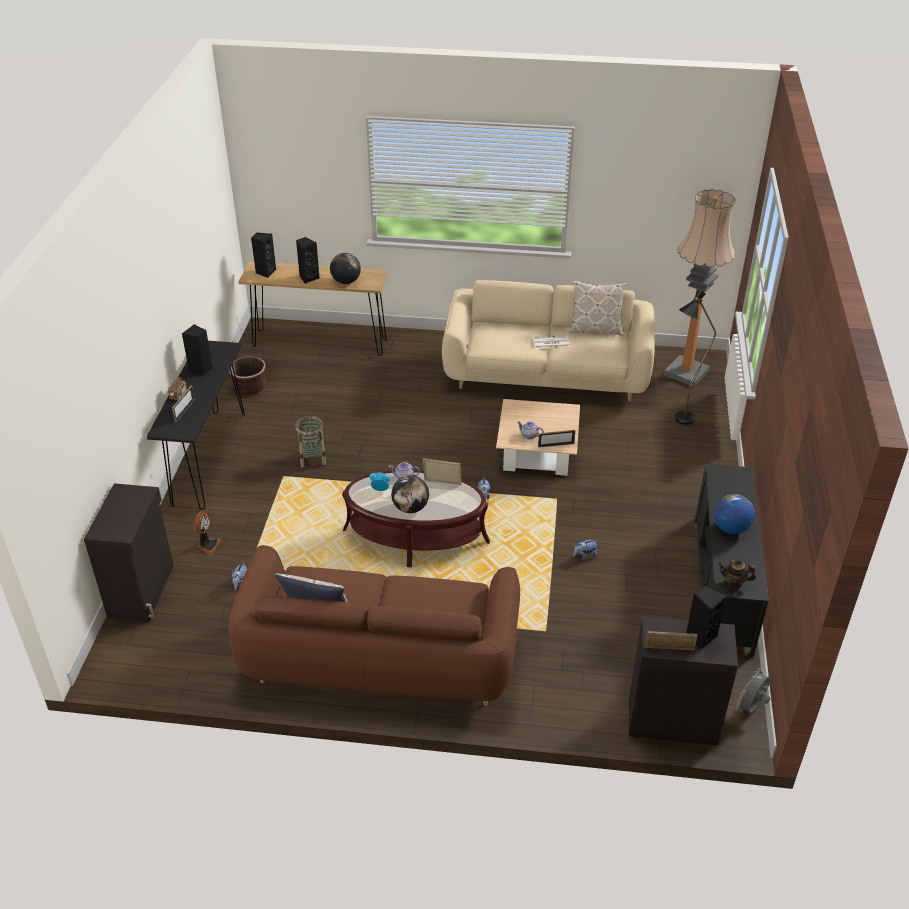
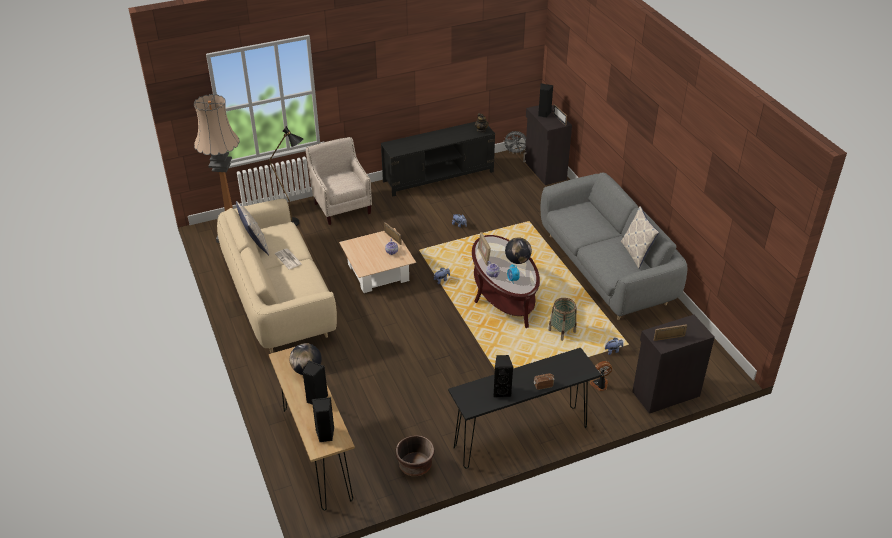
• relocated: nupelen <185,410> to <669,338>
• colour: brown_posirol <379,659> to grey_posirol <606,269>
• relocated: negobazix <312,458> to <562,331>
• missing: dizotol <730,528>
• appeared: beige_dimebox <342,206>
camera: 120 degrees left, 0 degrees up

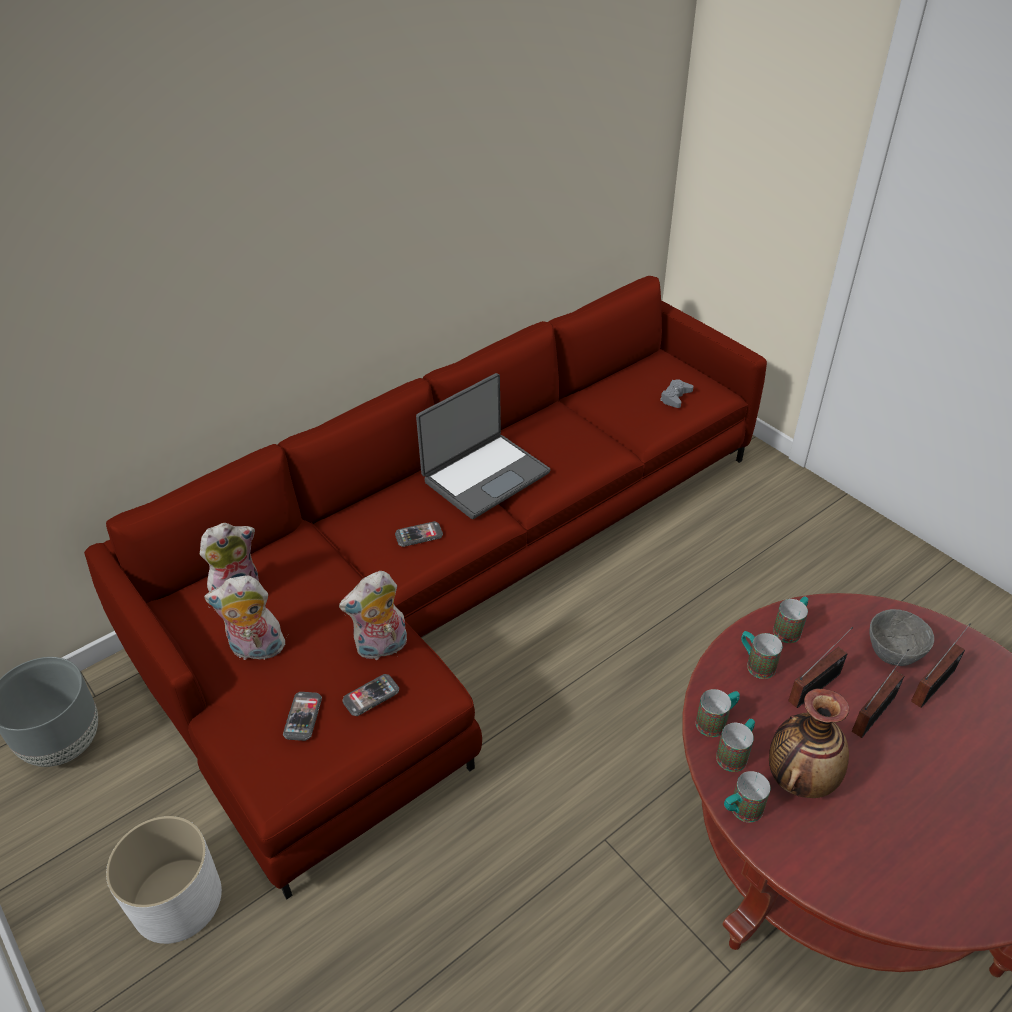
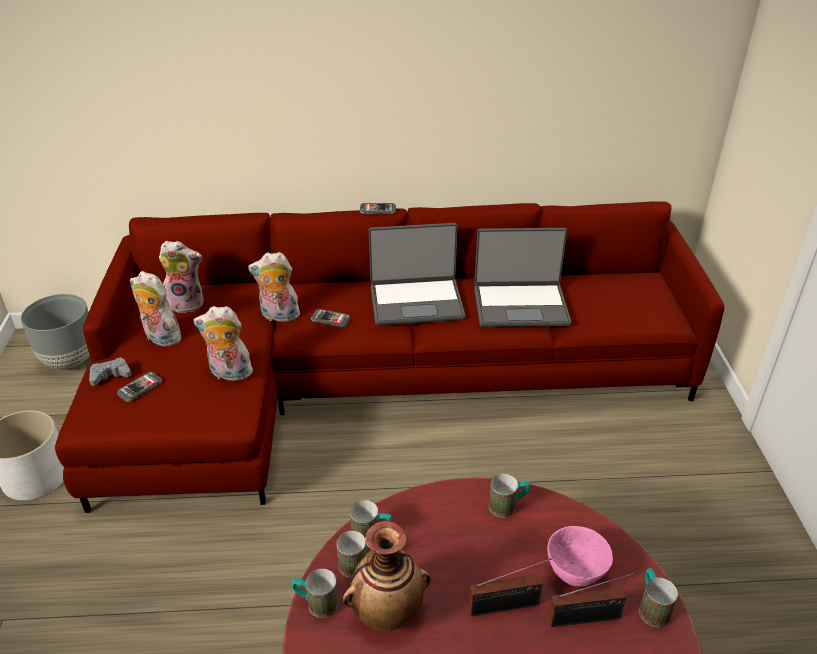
• relocated: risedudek <371,696> to <377,210>
• relocated: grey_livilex <675,397> to <110,375>
• relocated: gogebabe <755,663> to <651,607>
• missing: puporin <817,686>
• colour: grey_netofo <891,654> to pink_netofo <574,572>
• appeared: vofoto <278,316>
• appeared: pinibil <520,305>
camera: 35 degrees right, 5 degrees down

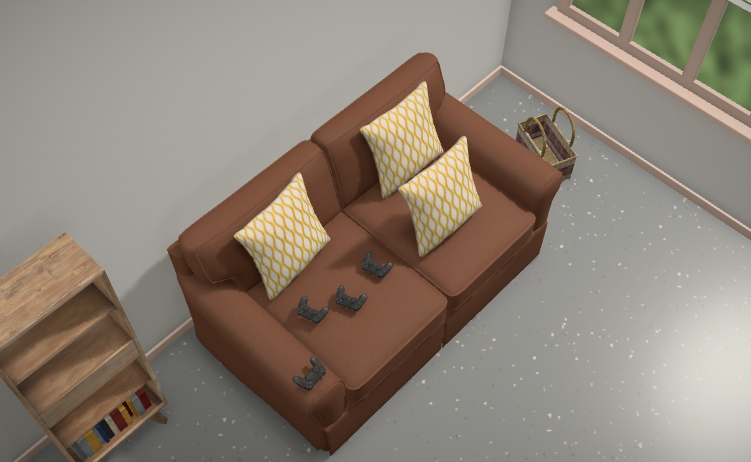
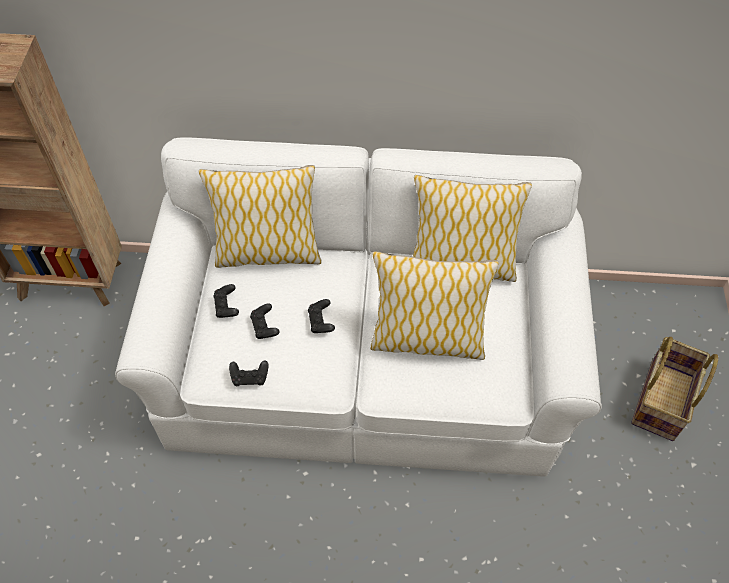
• colour: brown_posirol <375,290> to white_posirol <365,362>
• relocated: black_livilex <310,377> to <250,377>
camera: 50 degrees right, 0 degrees up

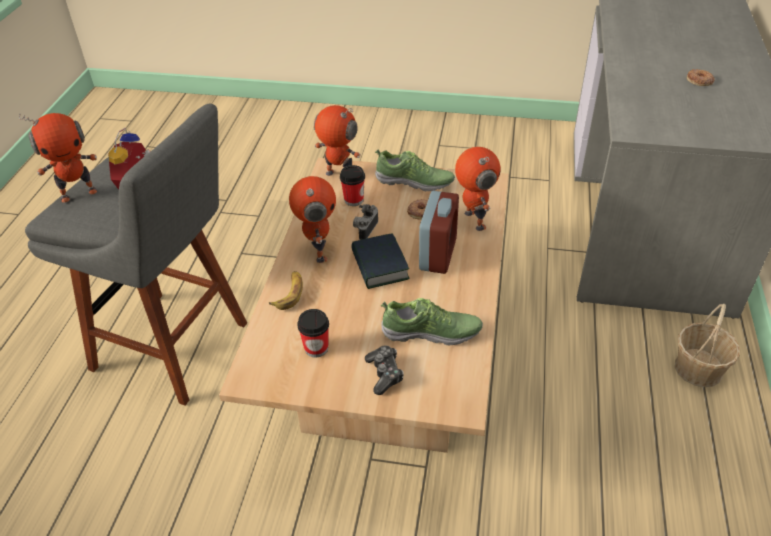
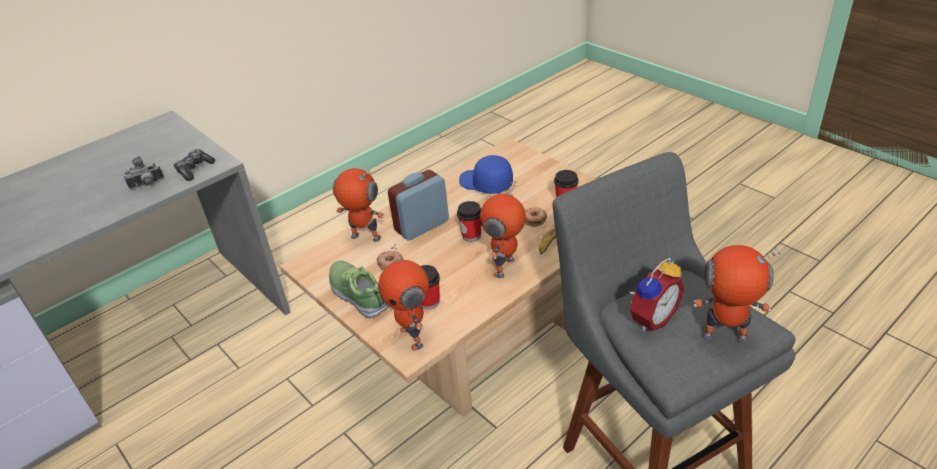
• exchanged: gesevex <379,266> to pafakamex <471,235>
• relocated: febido <365,229> to <147,185>
• relocated: livilex <384,374> to <195,169>
• exchanged: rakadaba <431,332> to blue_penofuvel <485,184>
• spun: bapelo <473,220> = <365,238> 90 degrees clockwise
• missing: negobazix <699,368>
• relocated: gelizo <699,81> to <534,219>
camera: 140 degrees left, 5 degrees down

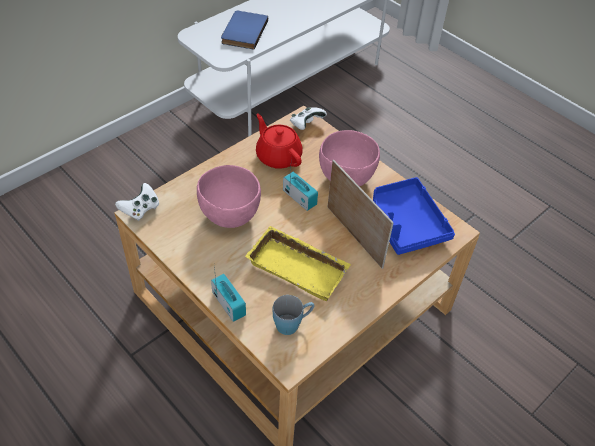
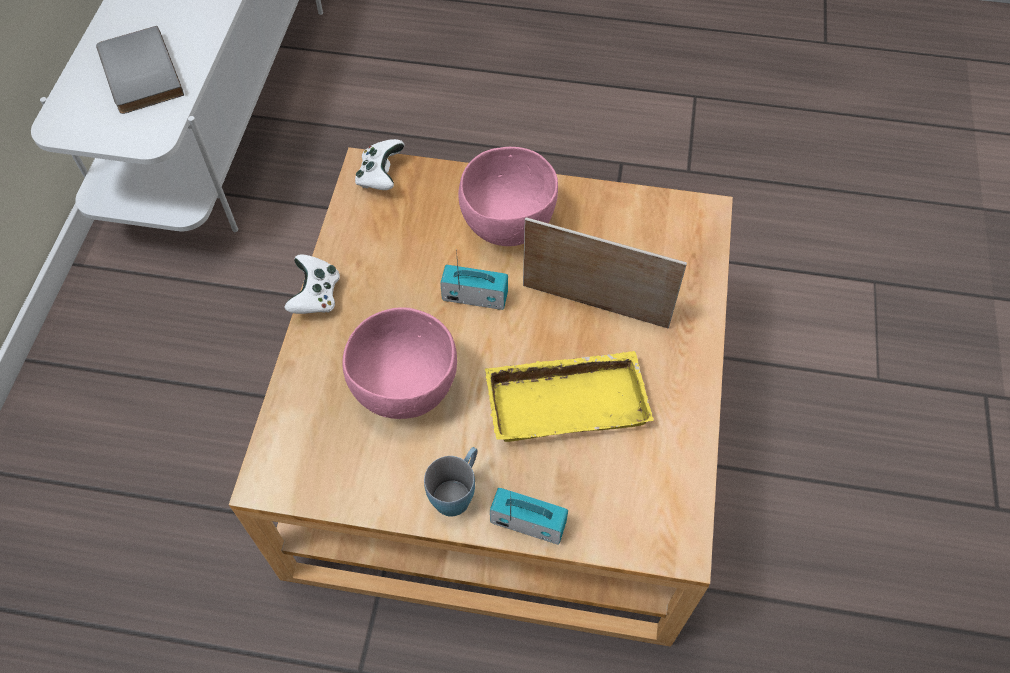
• relocated: white_livilex <140,209> to <316,296>
• colour: blue_gesevex <243,31> to grey_gesevex <137,74>
• missing: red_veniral <278,156>
• relocated: blue_gogebabe <292,323> to <457,491>
• missing: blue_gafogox <405,224>
camera: 35 degrees left, 10 degrees up

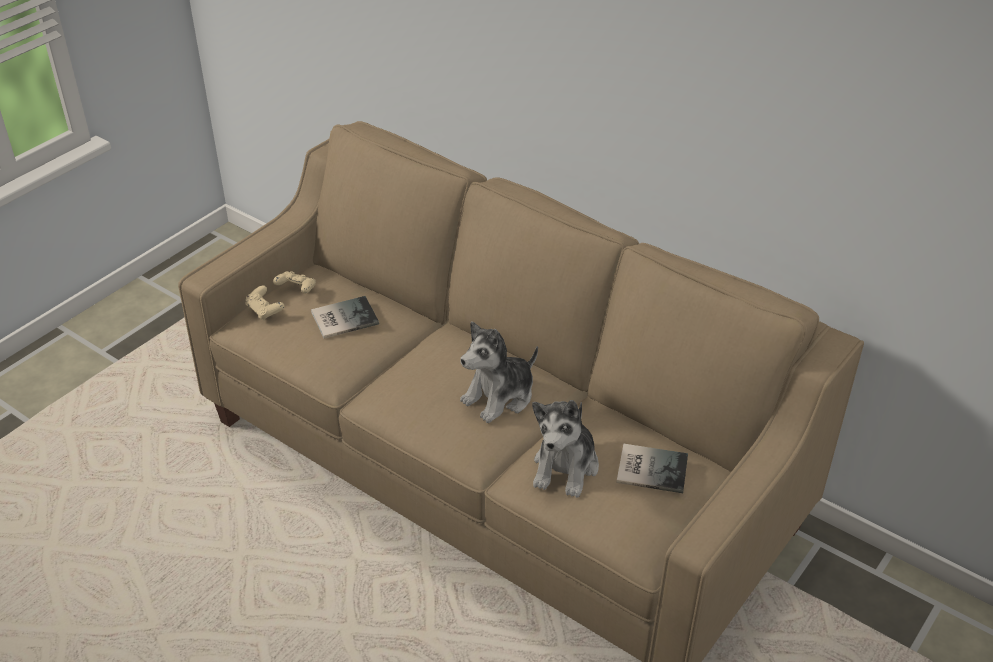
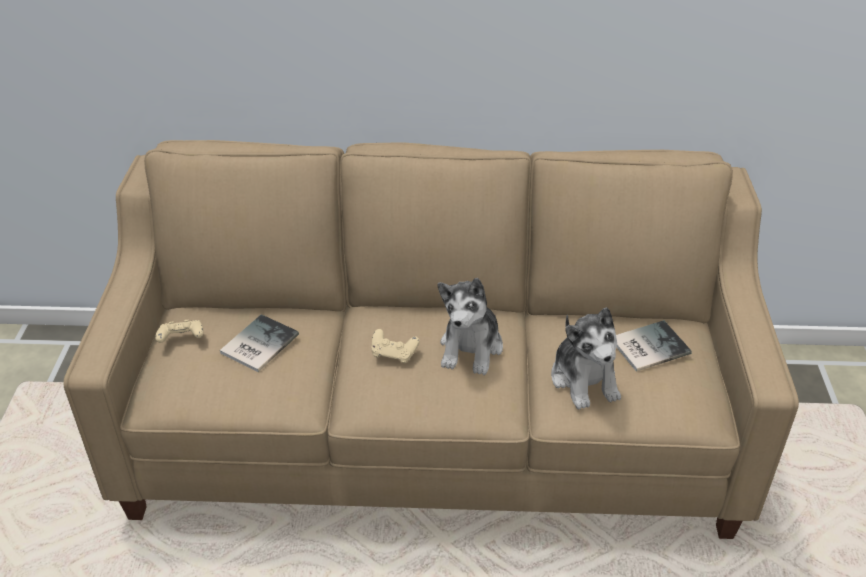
• relocated: beige_livilex <265,311> to <394,354>
camera: 35 degrees left, 0 degrees up

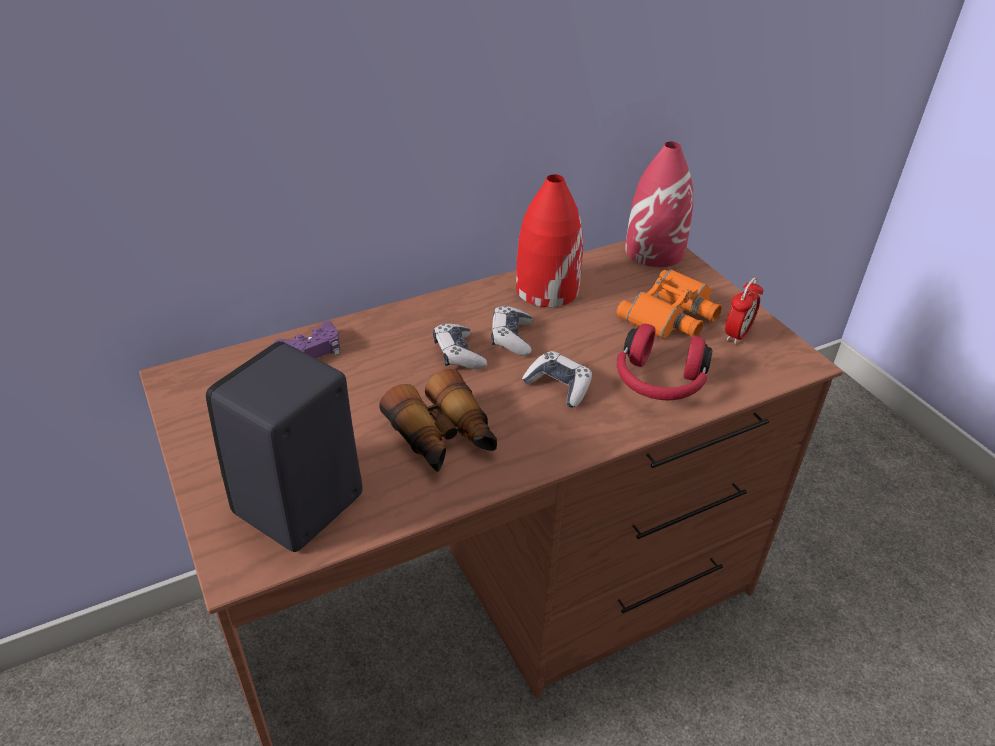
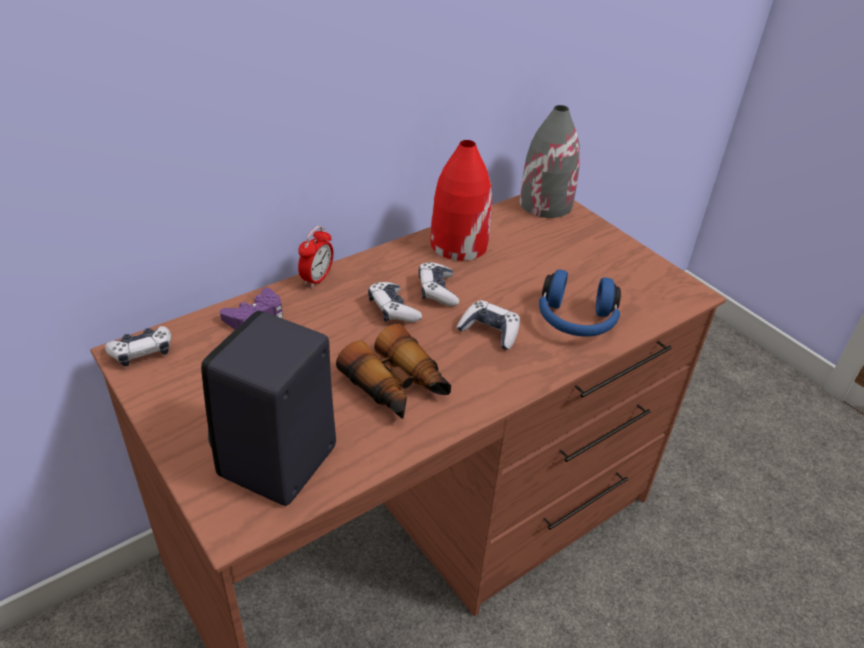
• missing: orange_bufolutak <672,315>
• colour: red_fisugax <659,382> to blue_fisugax <576,321>
• colour: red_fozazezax <654,251> to grey_fozazezax <545,204>
• relocated: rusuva <737,334> to <317,279>
• appeared: livilex <142,352>
camera: 10 degrees left, 0 degrees up

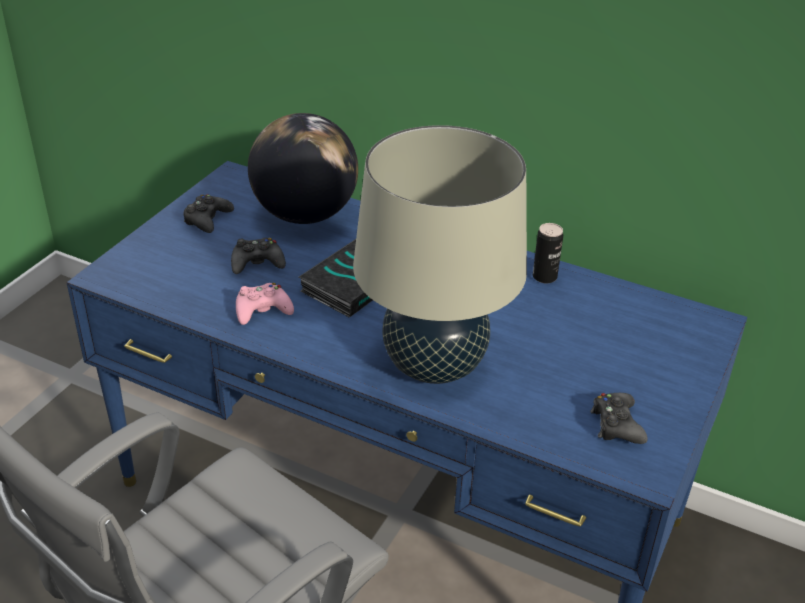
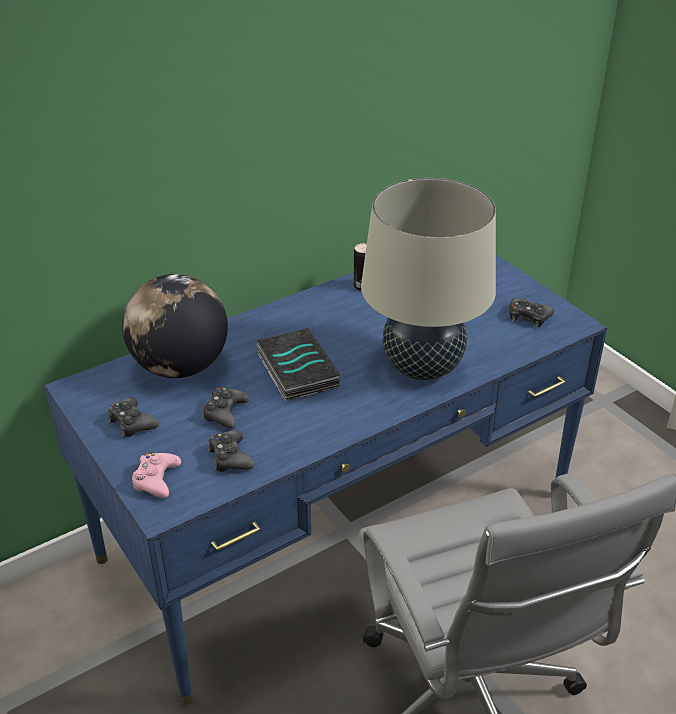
• relocated: pink_livilex <262,310> to <156,480>
• appeared: black_livilex <230,457>
camera: 60 degrees left, 0 degrees up

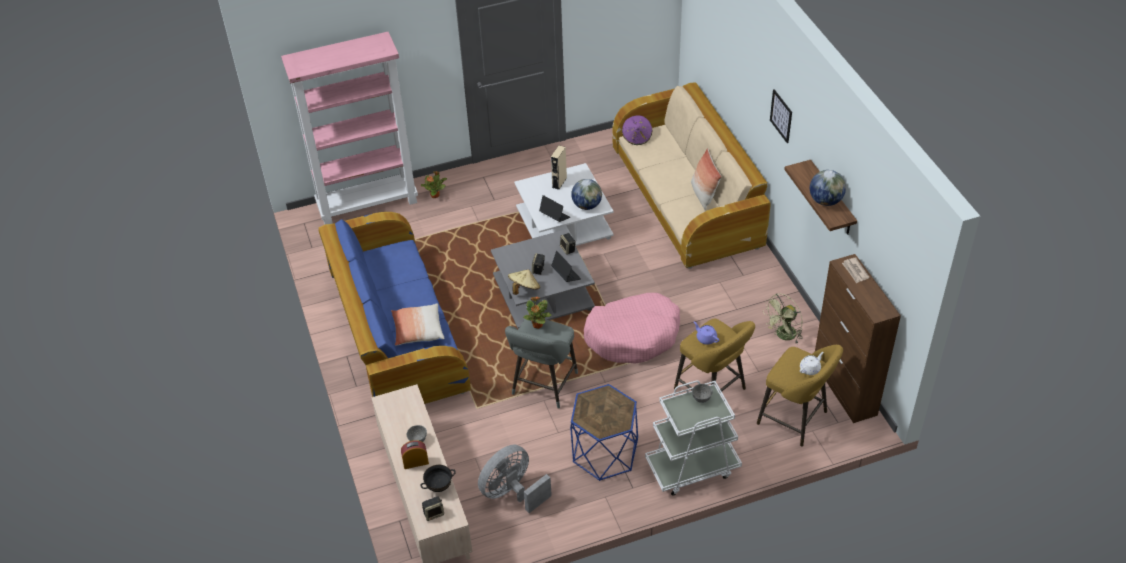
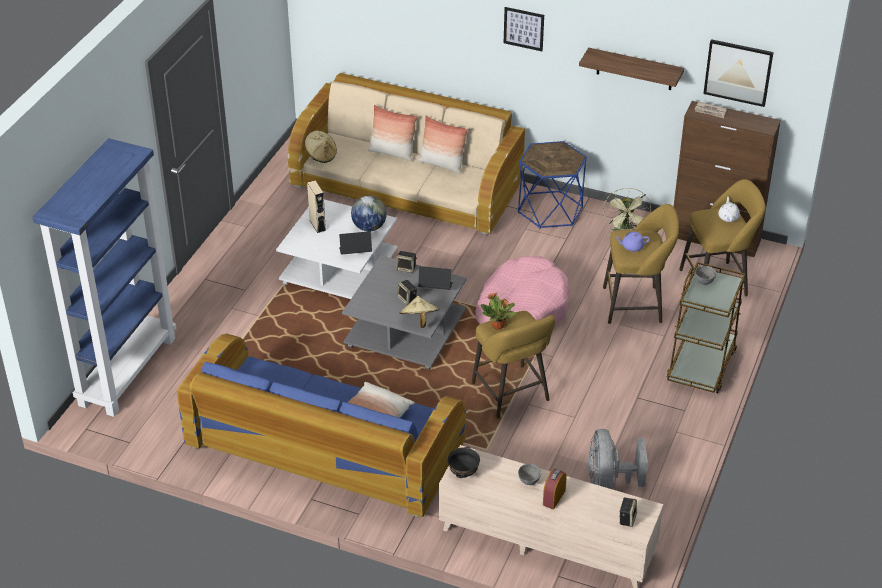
• colour: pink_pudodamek <368,204> to blue_pudodamek <127,370>
• relocated: black_netofo <439,486> to <463,473>
• missing: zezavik <435,195>
• colour: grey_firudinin <543,386> to yellow_firudinin <512,395>
• relocated: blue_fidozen <604,452> to <550,210>
• colour: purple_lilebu <637,137> to beige_lilebu <321,155>
• colour: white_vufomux <692,467> to brown_vufomux <701,365>
• missing: dizotol <825,201>
• appeared: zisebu <392,153>
• appeared: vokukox <738,72>
camera: 50 degrees left, 5 degrees down

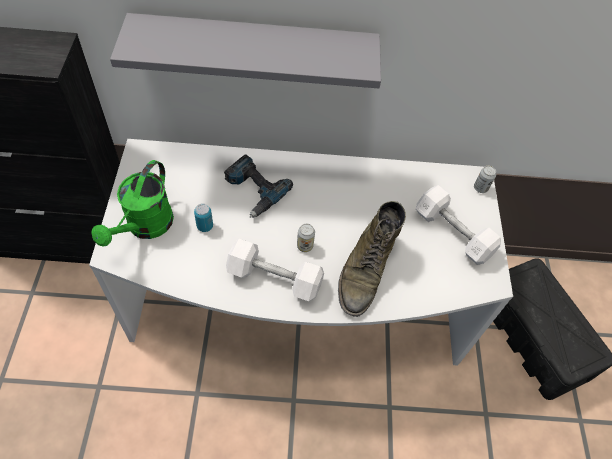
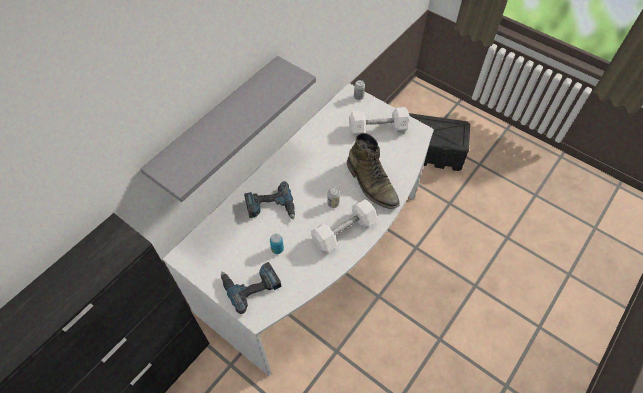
• exchanged: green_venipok <145,227> to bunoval <251,284>
camera: 50 degrees left, 0 degrees up

